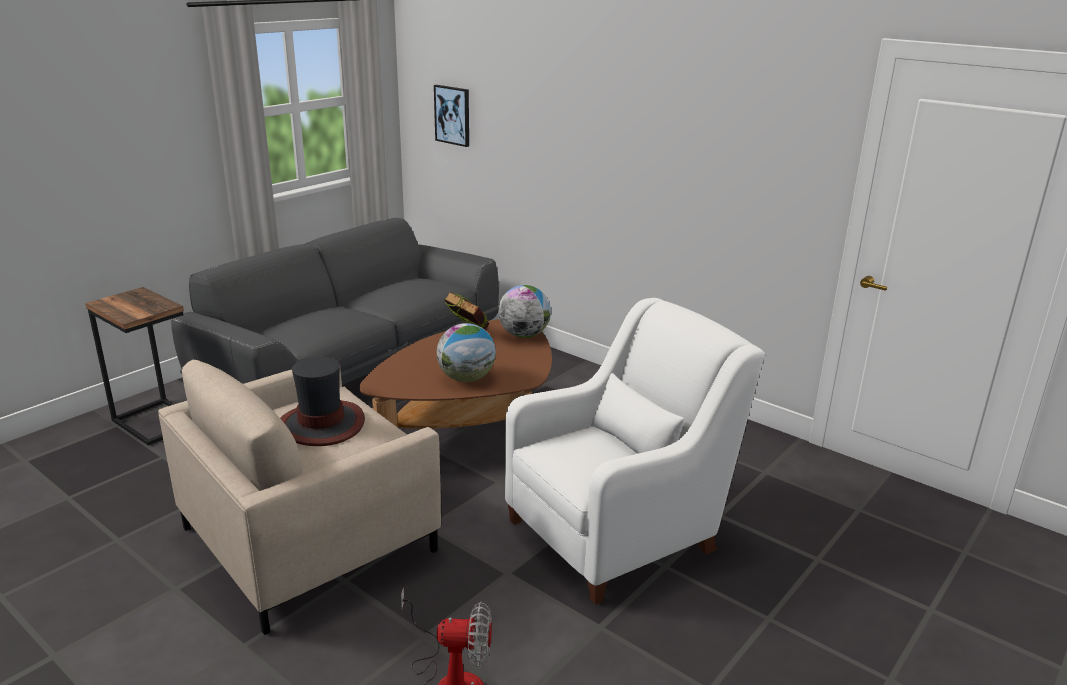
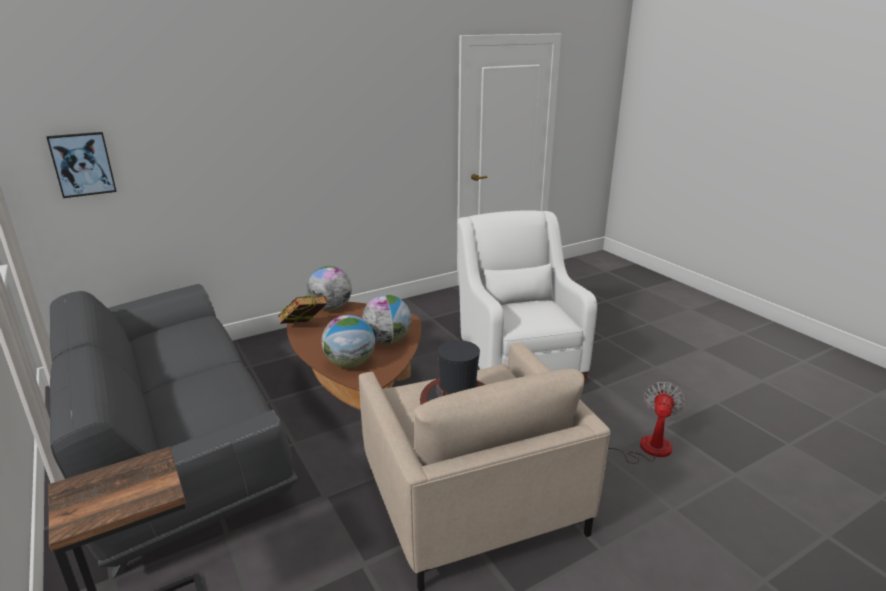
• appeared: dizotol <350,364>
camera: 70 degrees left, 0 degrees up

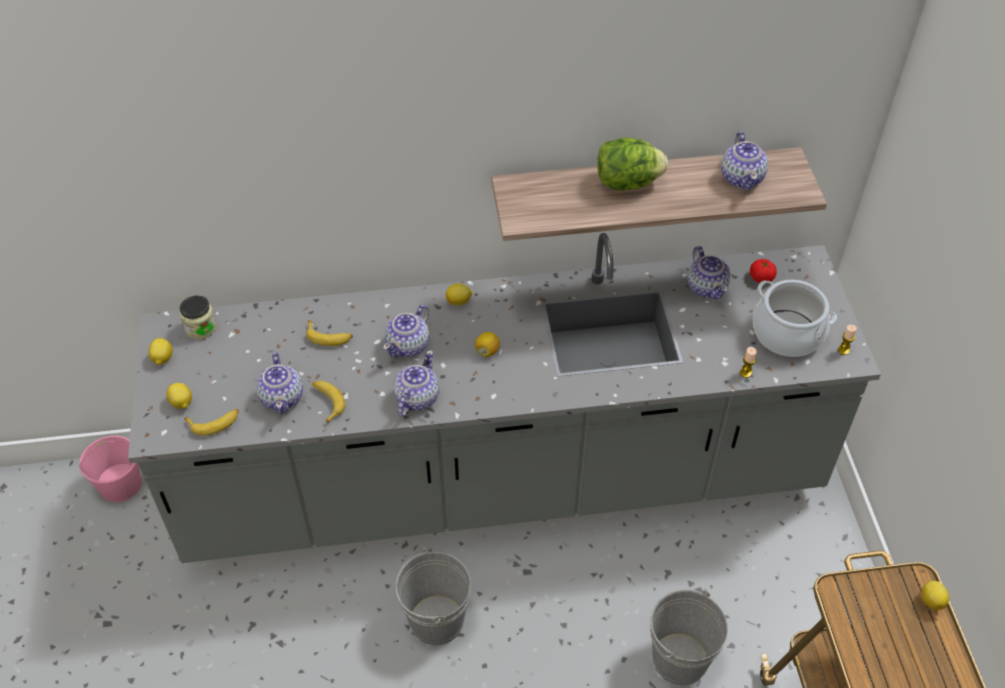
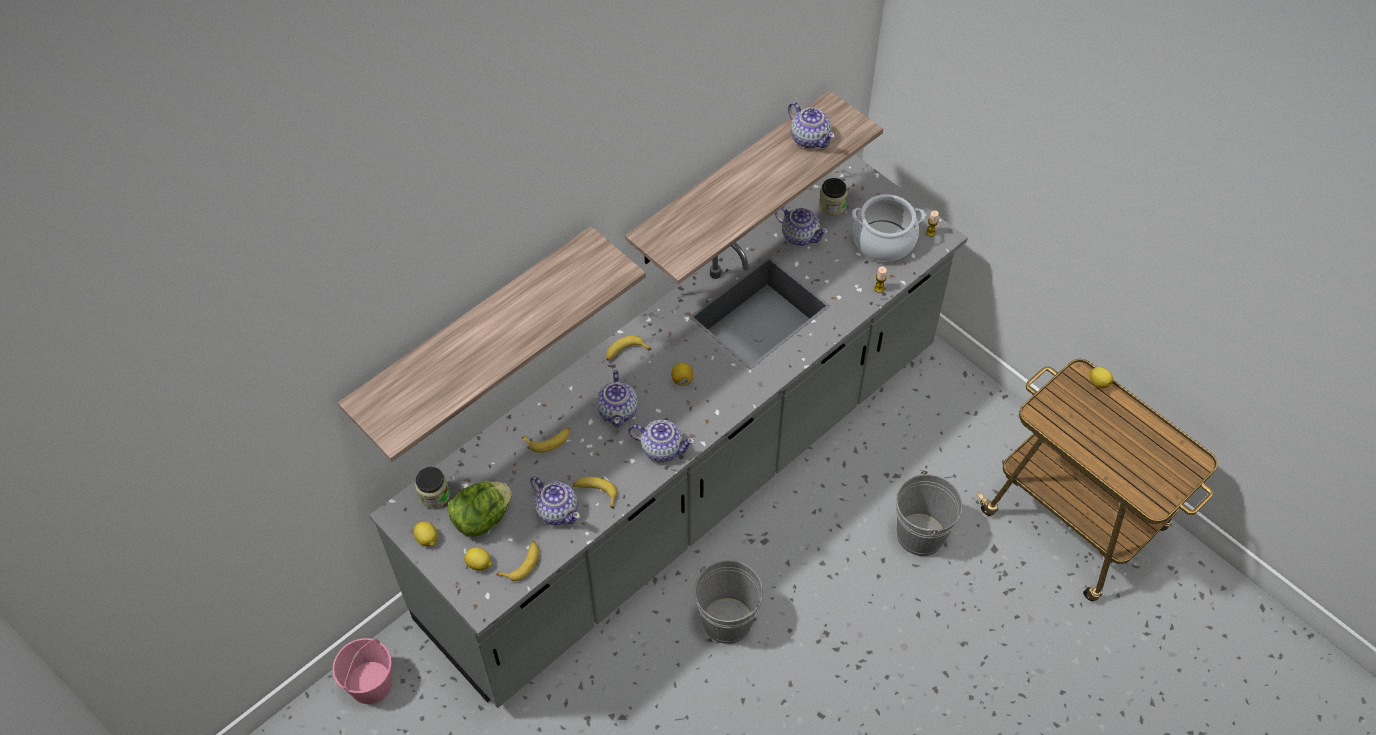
• spun: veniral <416,398> = <661,448> 120 degrees clockwise
• exchanged: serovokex <459,302> to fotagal <625,352>
• relocated: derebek <627,183> to <482,518>
• exchanged: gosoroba <761,277> to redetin <832,206>
• appeared: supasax <474,331>
camera: 35 degrees left, 5 degrees up

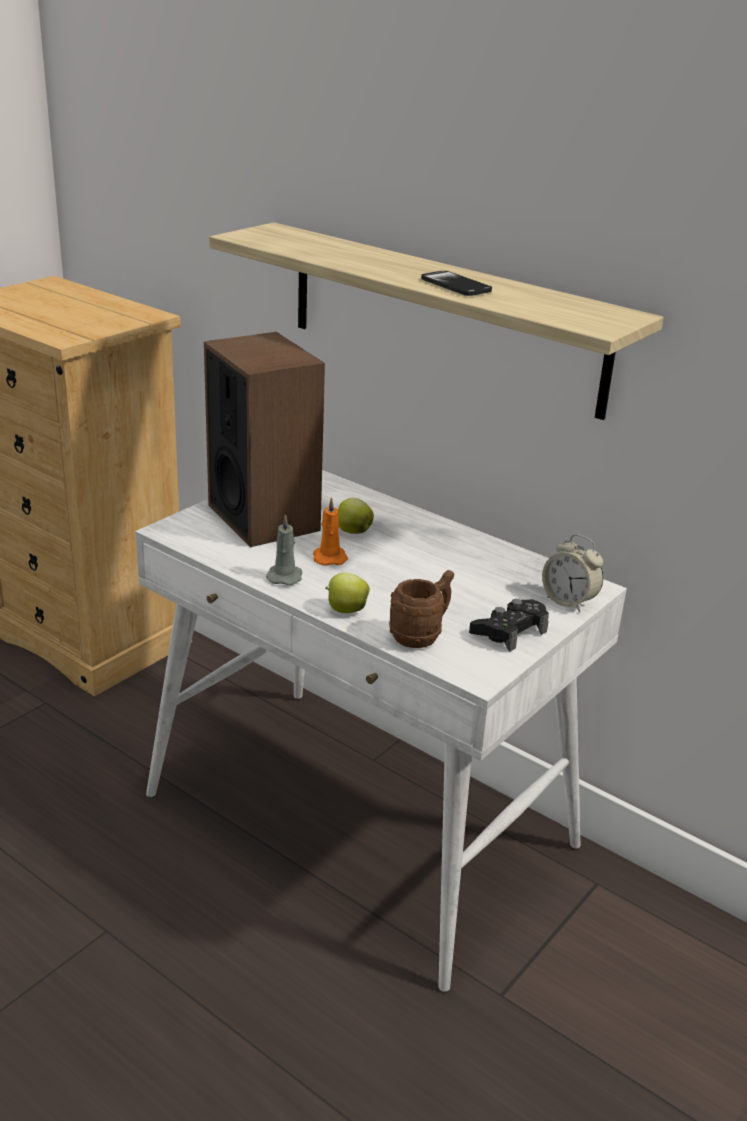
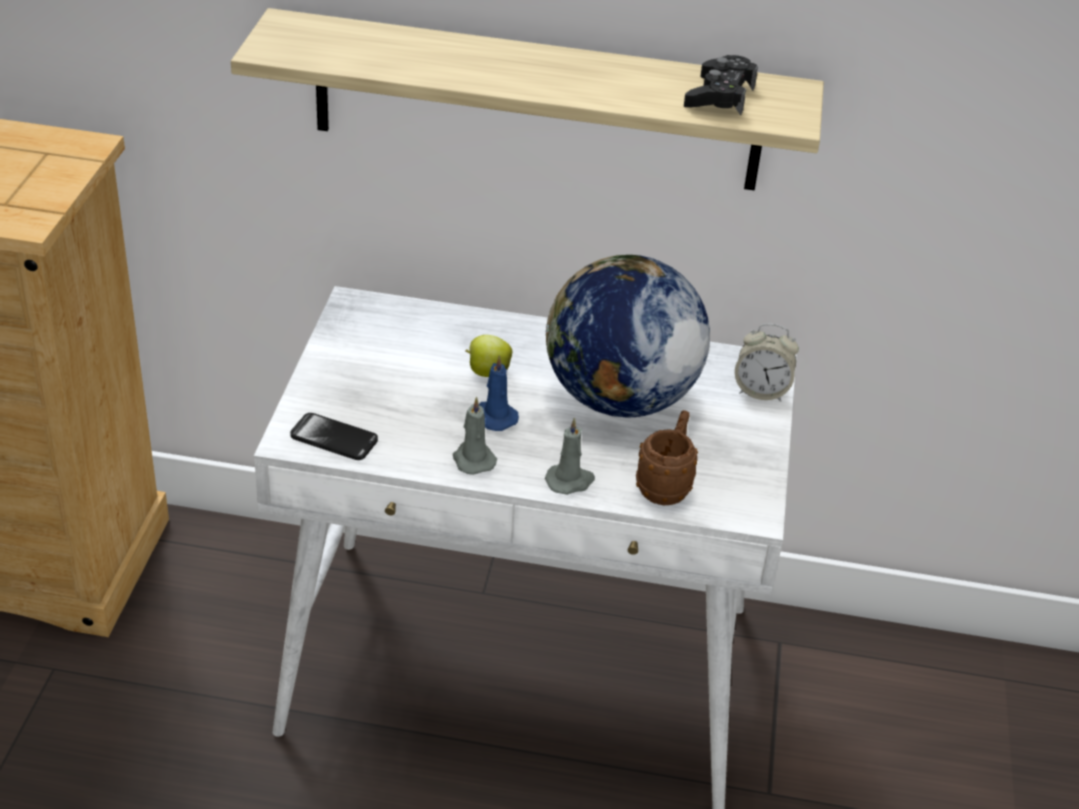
• missing: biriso <264,517>
• colour: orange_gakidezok <329,557> to blue_gakidezok <494,417>
• exchanged: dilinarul <345,610> to grey_gakidezok <570,481>
• relocated: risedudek <455,285> to <334,438>
• relocated: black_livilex <509,631> to <720,96>
• appeared: dizotol <619,399>
camera: 30 degrees left, 10 degrees up

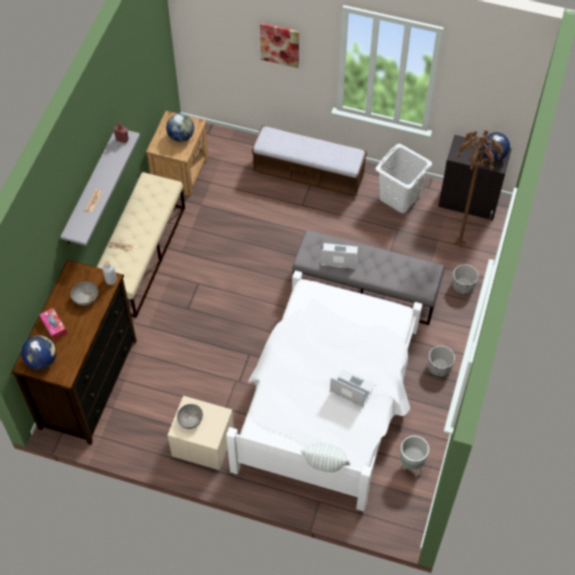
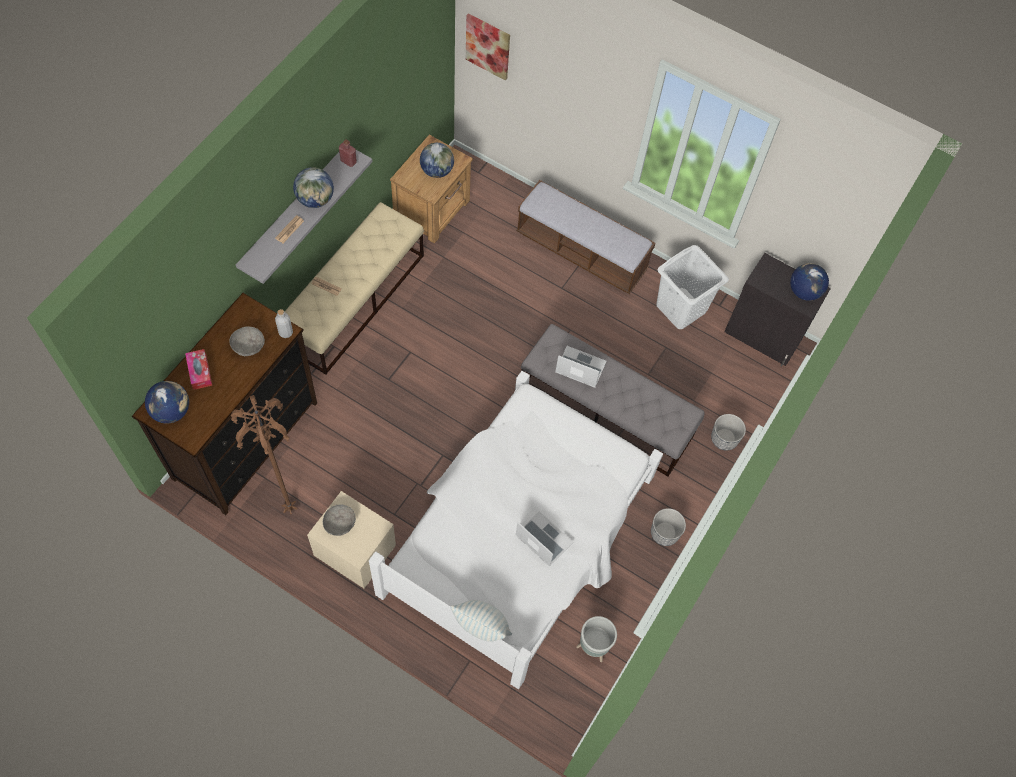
• relocated: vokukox <280,44> to <488,46>
• relocated: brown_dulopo <458,246> to <289,510>
• appeared: dizotol <315,199>
camera: 10 degrees right, 5 degrees up

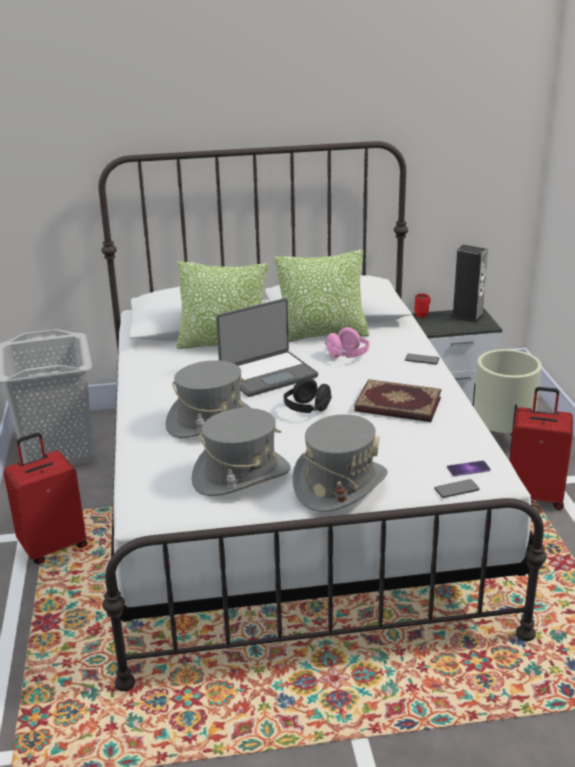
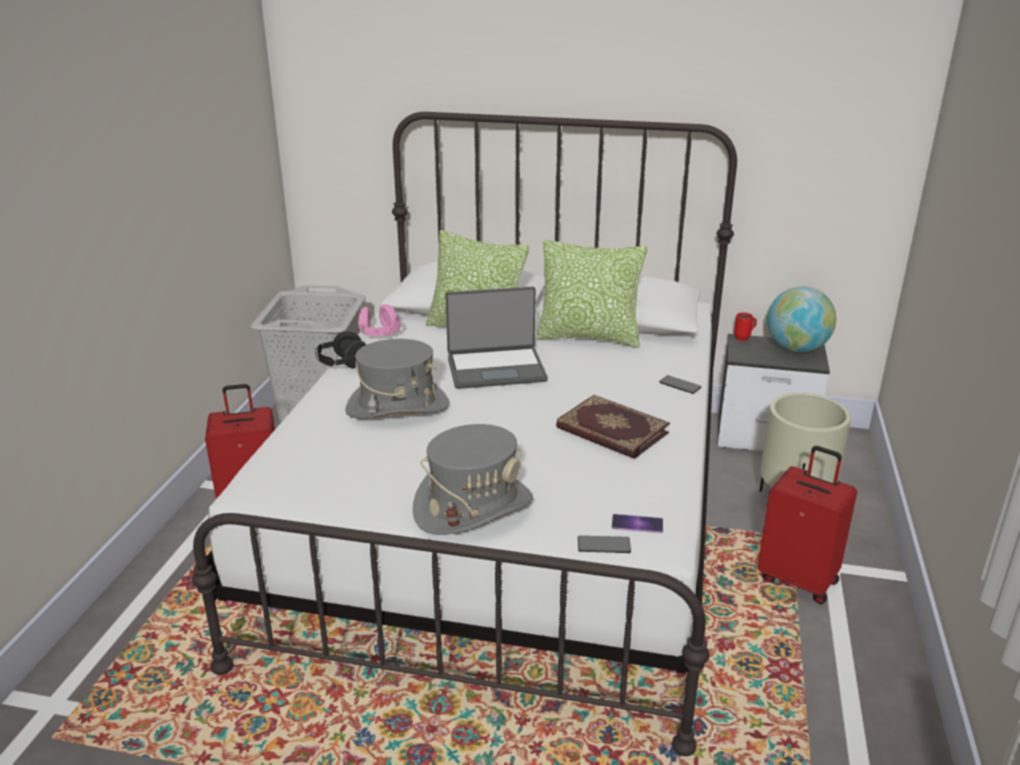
• missing: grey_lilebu <241,476>
• relocated: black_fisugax <307,410> to <342,364>
• relocated: pink_fisugax <348,356> to <380,335>
• exchanged: biriso <467,316> to dizotol <796,349>
camera: 20 degrees right, 0 degrees up

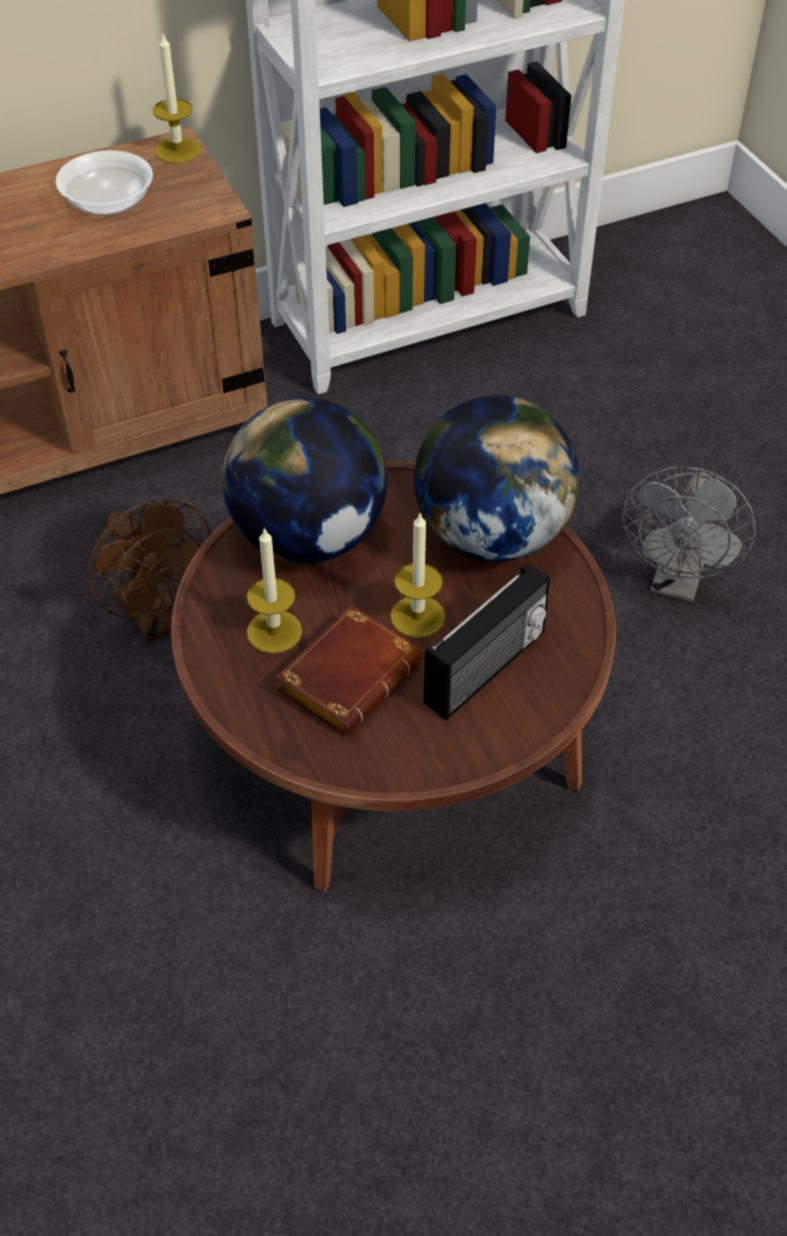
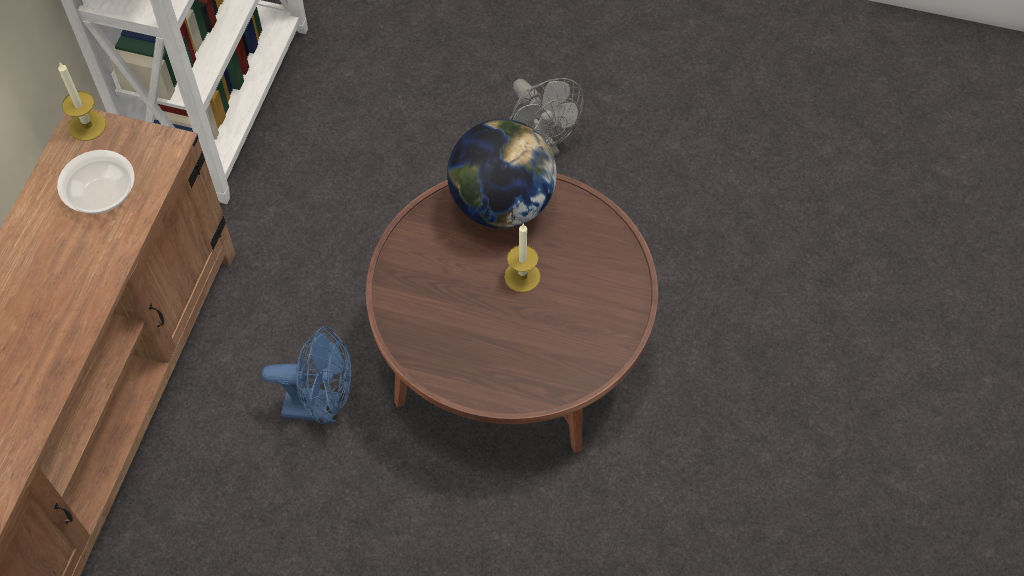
• colour: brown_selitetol <158,618> to blue_selitetol <322,406>
• missing: dizotol <309,537>
• missing: gakidezok <274,631>
• missing: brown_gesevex <348,674>
• missing: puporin <487,669>
camera: 50 degrees left, 10 degrees up

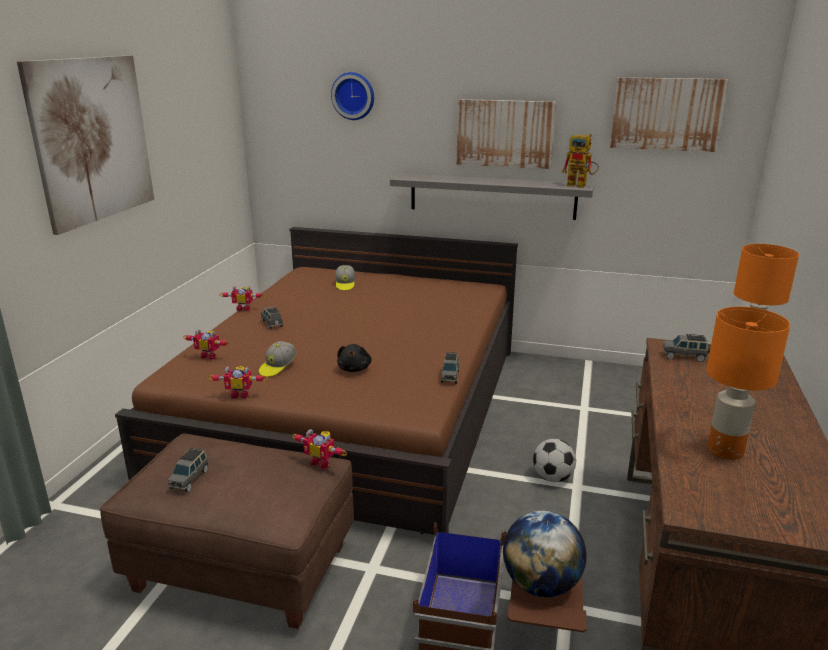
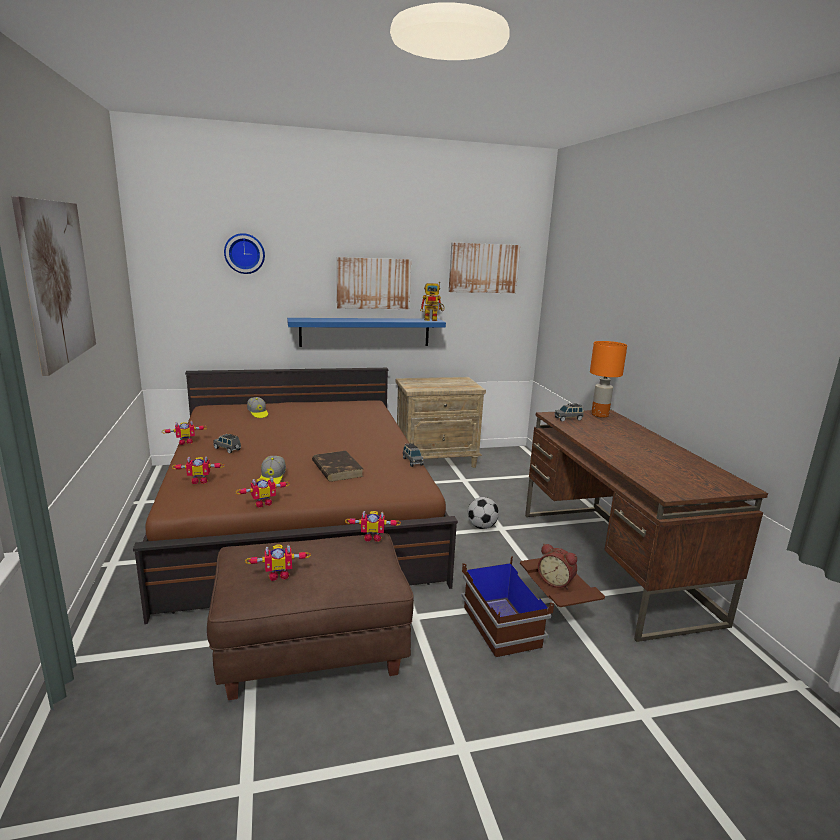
• exchanged: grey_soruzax <190,479> to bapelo <279,575>
• exchanged: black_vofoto <354,368> to brown_gesevex <336,469>
• colour: grey_supasax <492,196> to blue_supasax <365,332>
• exchanged: dizotol <541,584> to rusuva <556,581>
• missing: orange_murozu <724,450>
• appeared: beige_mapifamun <436,460>
camera: 30 degrees left, 5 degrees down

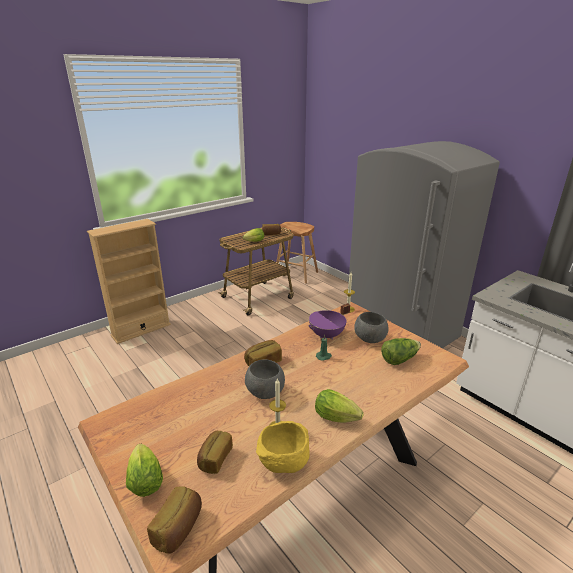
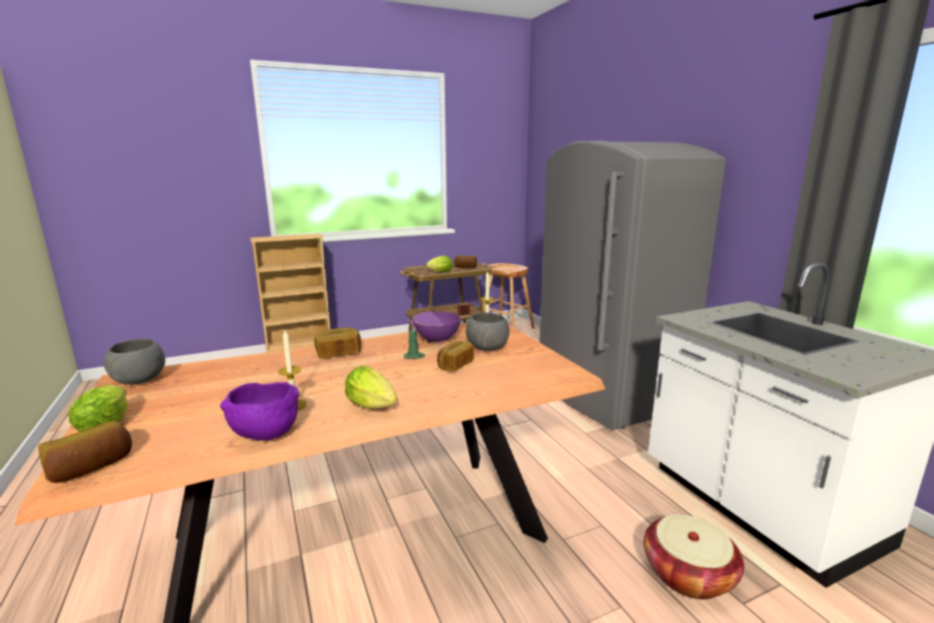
• relocated: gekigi <214,458> to <454,365>
• relocated: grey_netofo <264,393> to <139,381>
• colour: yellow_netofo <283,464> to purple_netofo <264,435>
• missing: derebek <399,359>
• appeared: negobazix <688,574>
camera: 15 degrees right, 10 degrees down

